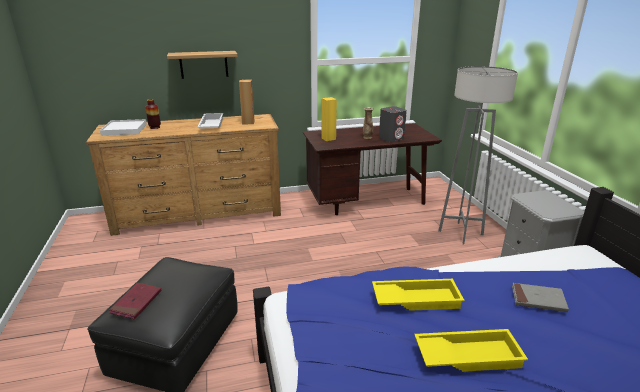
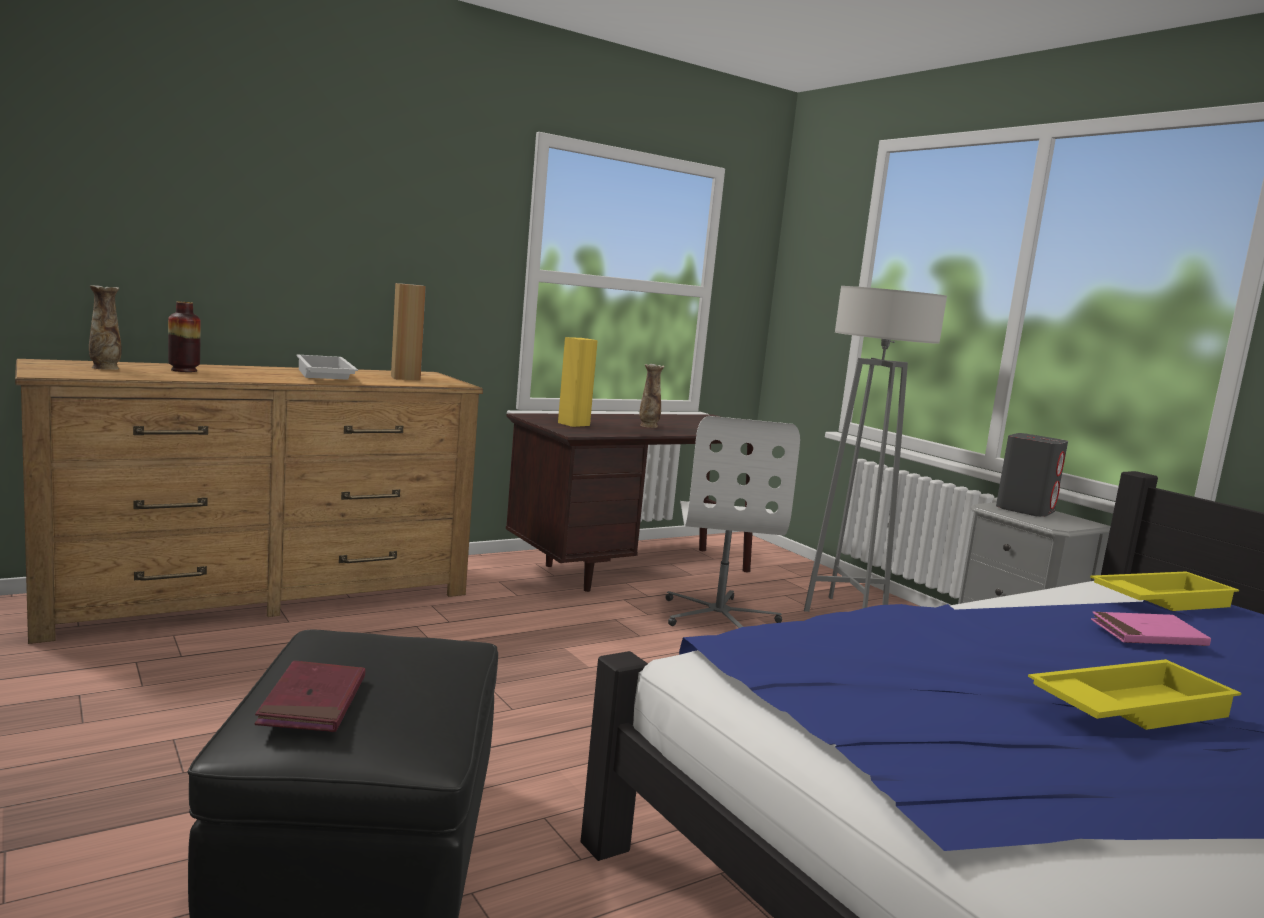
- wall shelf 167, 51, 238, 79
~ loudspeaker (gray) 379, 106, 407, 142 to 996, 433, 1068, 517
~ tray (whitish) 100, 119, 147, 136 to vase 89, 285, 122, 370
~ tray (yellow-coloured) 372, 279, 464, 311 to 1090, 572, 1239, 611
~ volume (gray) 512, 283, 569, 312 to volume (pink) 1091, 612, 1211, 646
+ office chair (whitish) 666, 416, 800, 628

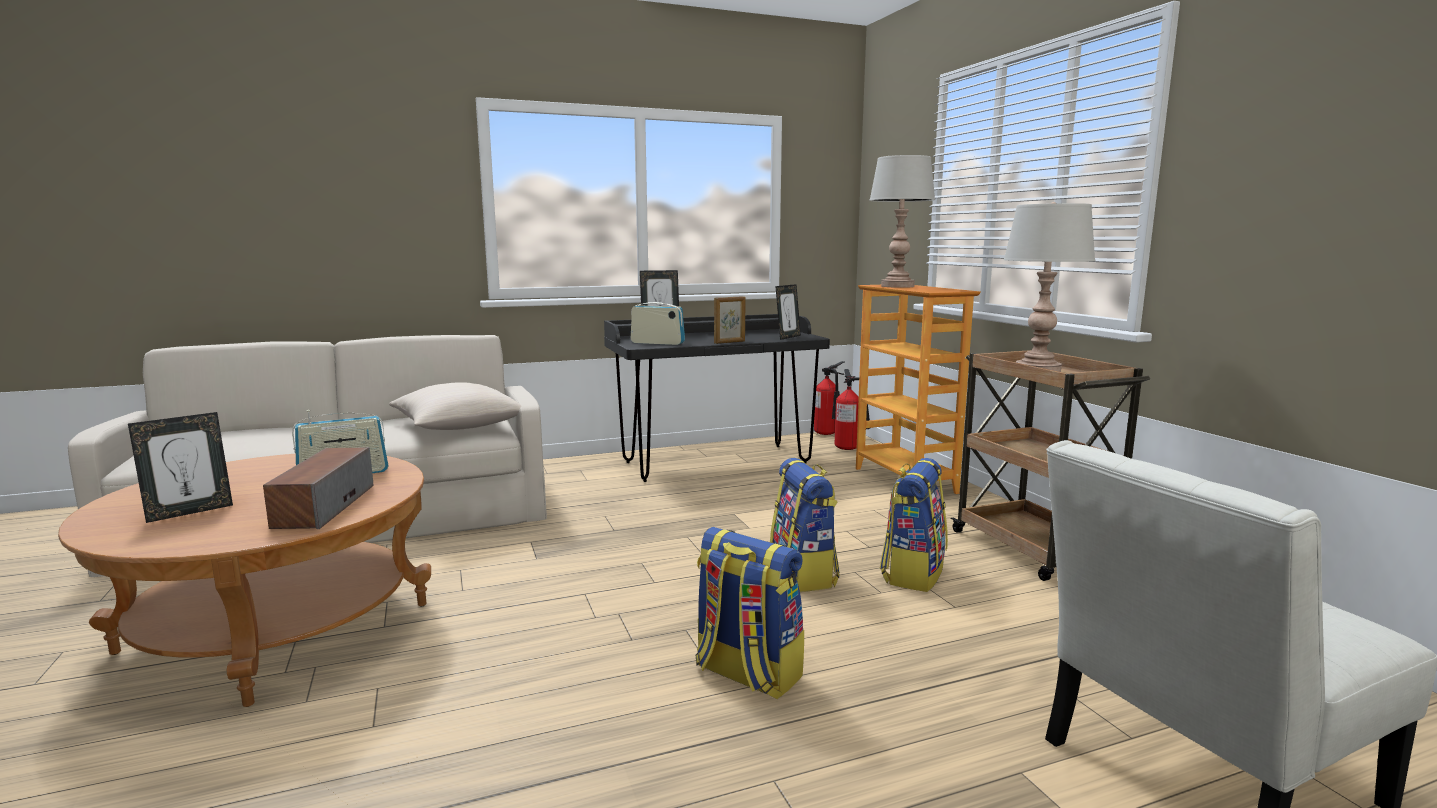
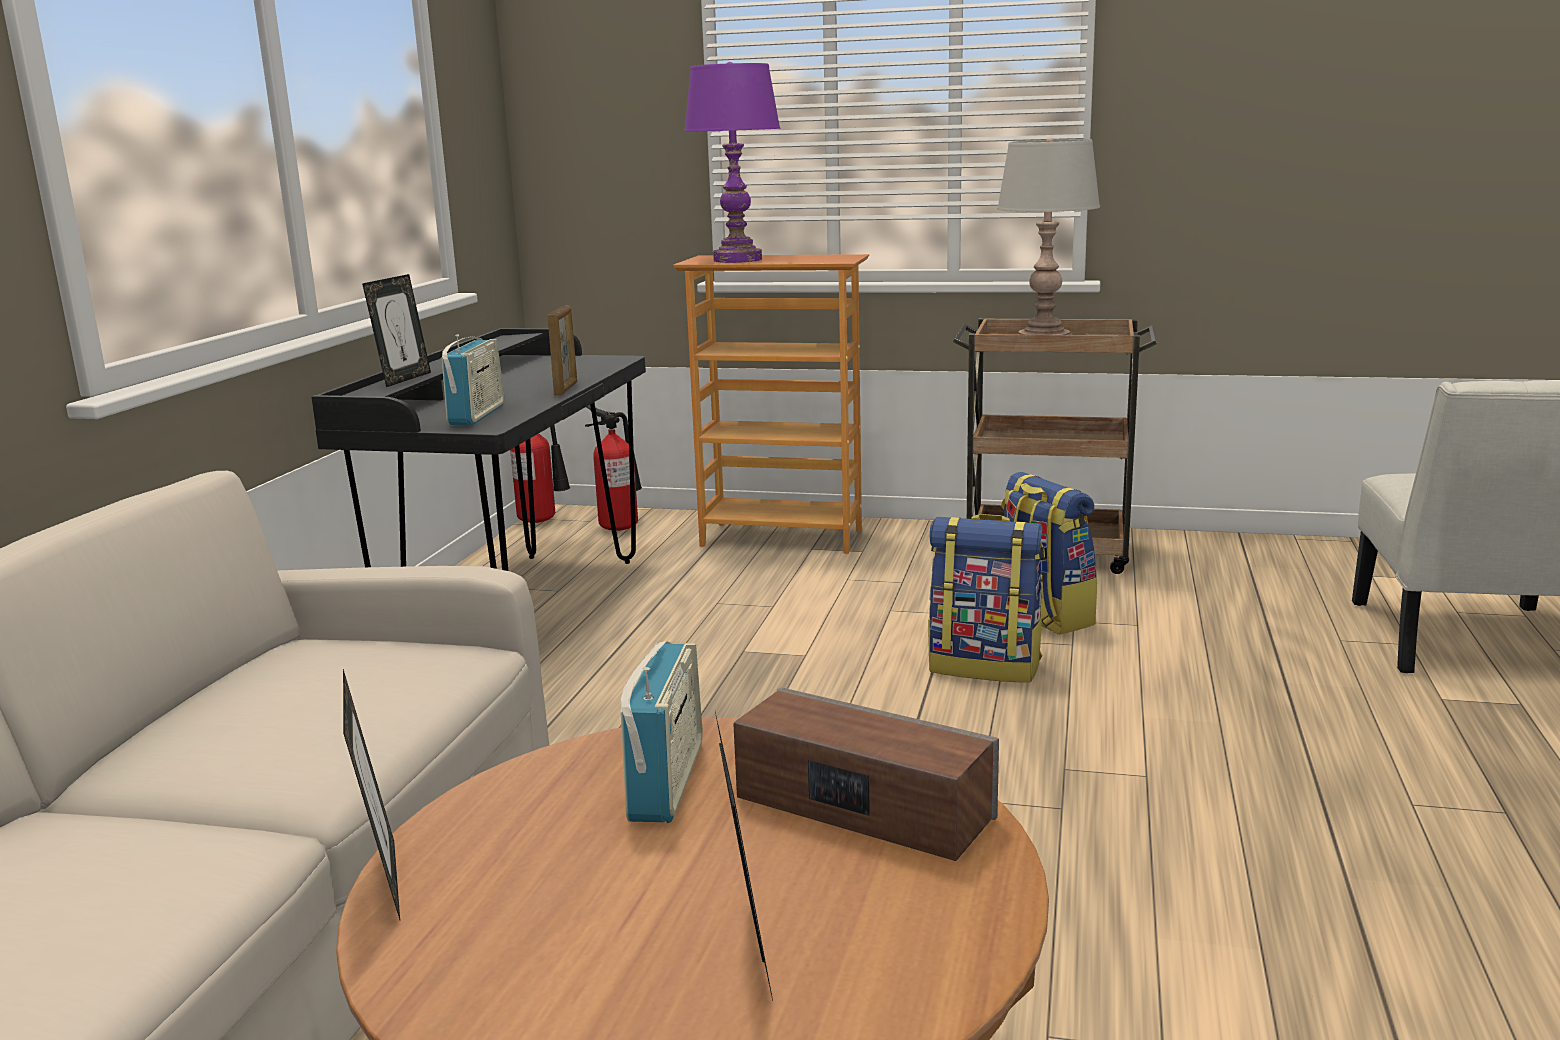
~ lamp for a table (gray) 869, 155, 935, 288 to lamp for a table (purplish) 684, 62, 780, 263
~ standing frame 775, 284, 801, 340 to 343, 669, 400, 920
~ radio 631, 298, 685, 345 = 442, 334, 504, 425 135 degrees clockwise
- cushion (beige) 389, 382, 521, 430
- knapsack 695, 527, 804, 700

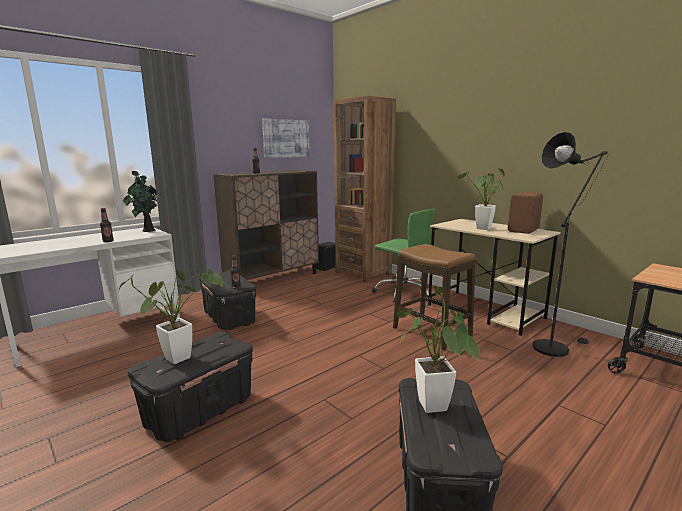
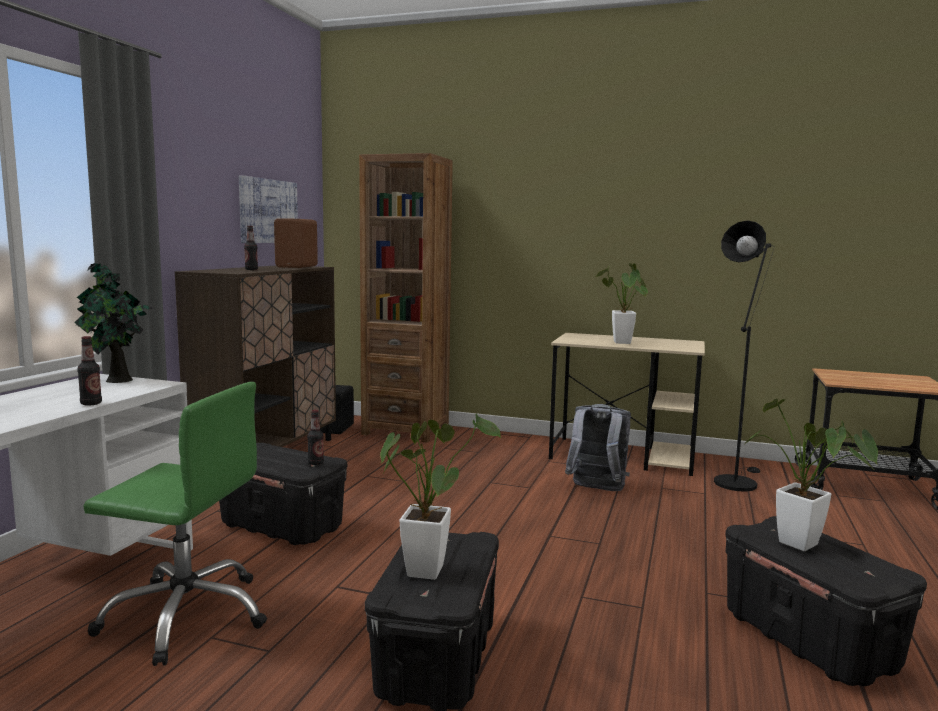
~ loudspeaker (brownish) 508, 192, 543, 234 to 274, 218, 318, 268
~ office chair (greenish) 372, 208, 435, 303 to 83, 382, 267, 666
~ stool seat 393, 244, 475, 350 to knapsack (gray) 565, 404, 631, 491

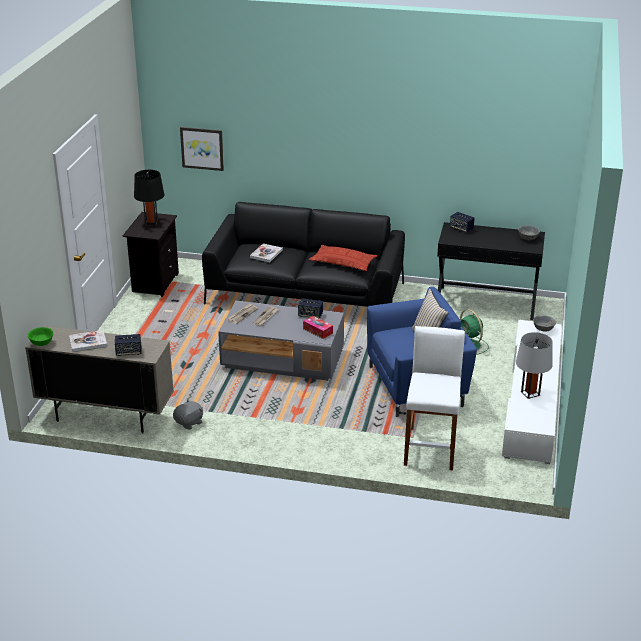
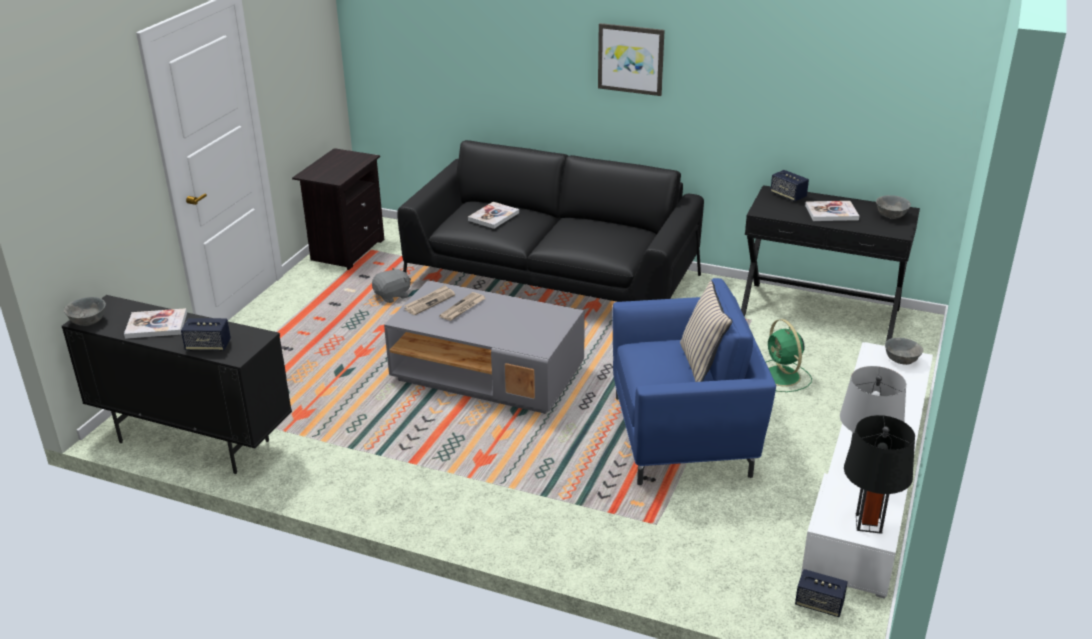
~ picture 180, 127, 224, 171 to 598, 23, 665, 96
~ lamp for a table (blackish) 134, 170, 164, 226 to 844, 415, 915, 534
- cushion 309, 245, 377, 271
~ loudspeaker 298, 298, 323, 319 to 795, 569, 848, 617
- box of tissues 303, 316, 333, 339
~ cupboard (beige) 25, 325, 174, 434 to cupboard (blackish) 62, 295, 292, 474
- stool seat (whitish) 404, 326, 465, 470
~ deep dish (greenish) 28, 327, 54, 346 to deep dish (gray) 64, 297, 106, 326
~ plush toy (gray) 173, 399, 203, 430 to 372, 267, 411, 303
+ volume 805, 201, 859, 221

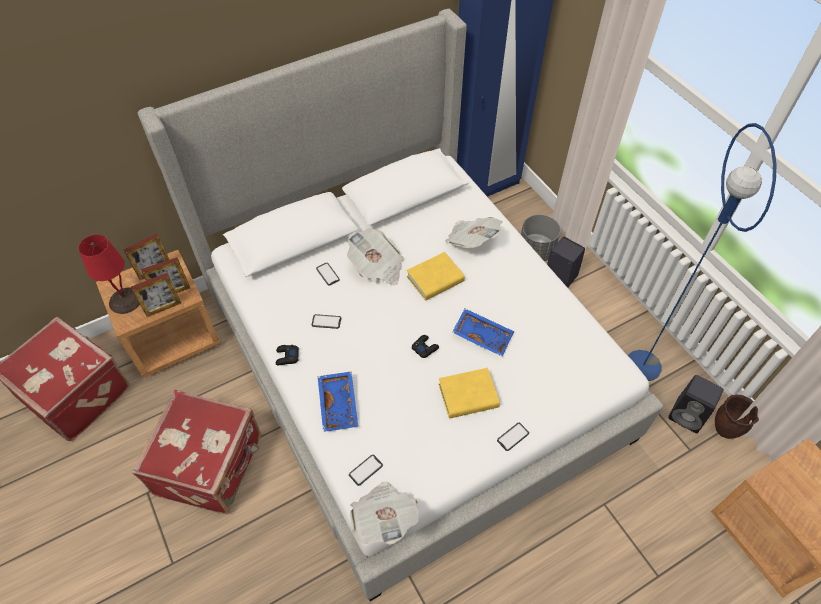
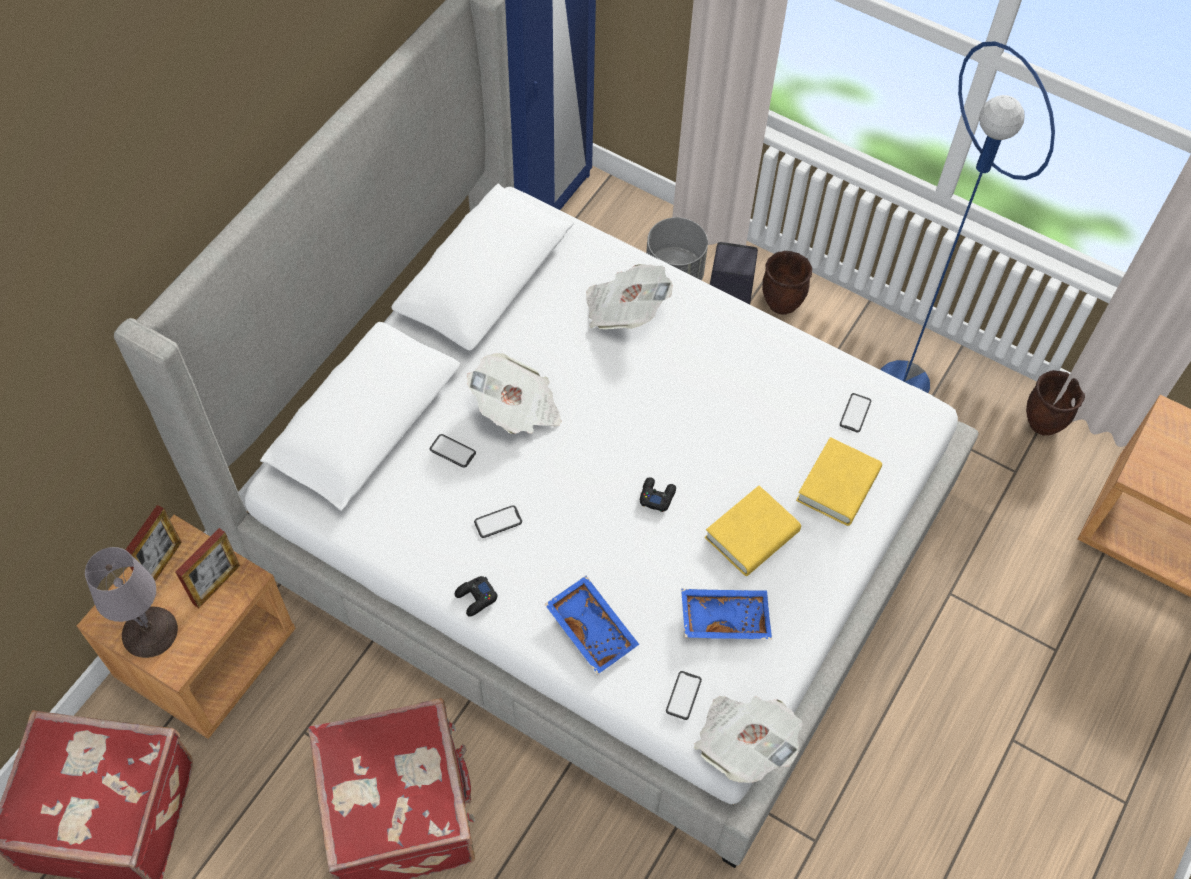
~ lamp for a table (red-coloured) 78, 234, 140, 314 to lamp for a table (gray) 85, 547, 178, 658
~ volume (yellow-coloured) 407, 252, 465, 301 to 796, 437, 882, 526
- standing frame 131, 273, 181, 317
~ tray (bluish) 452, 308, 514, 356 to 681, 589, 772, 639
- loudspeaker (blackish) 668, 375, 724, 433
~ telephone 497, 423, 529, 451 to 840, 393, 871, 432
+ plant pot (brownish) 762, 251, 812, 315

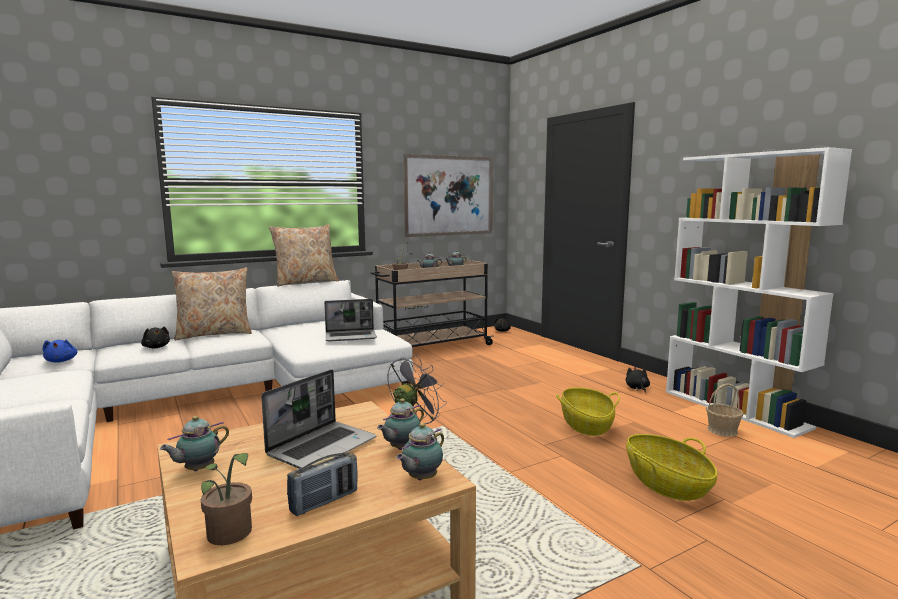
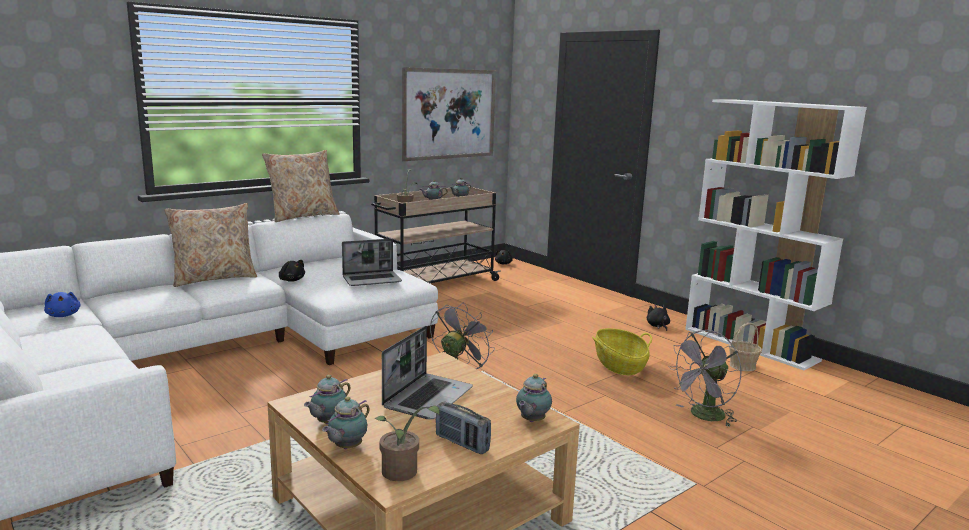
~ plush toy (blackish) 141, 327, 170, 348 to 279, 260, 305, 282
~ pot for tea 377, 398, 424, 450 to 322, 396, 370, 449
~ household basket 626, 434, 717, 501 to electric fan (gray) 668, 330, 742, 427
~ radio 287, 452, 358, 516 = 436, 401, 491, 454 90 degrees clockwise

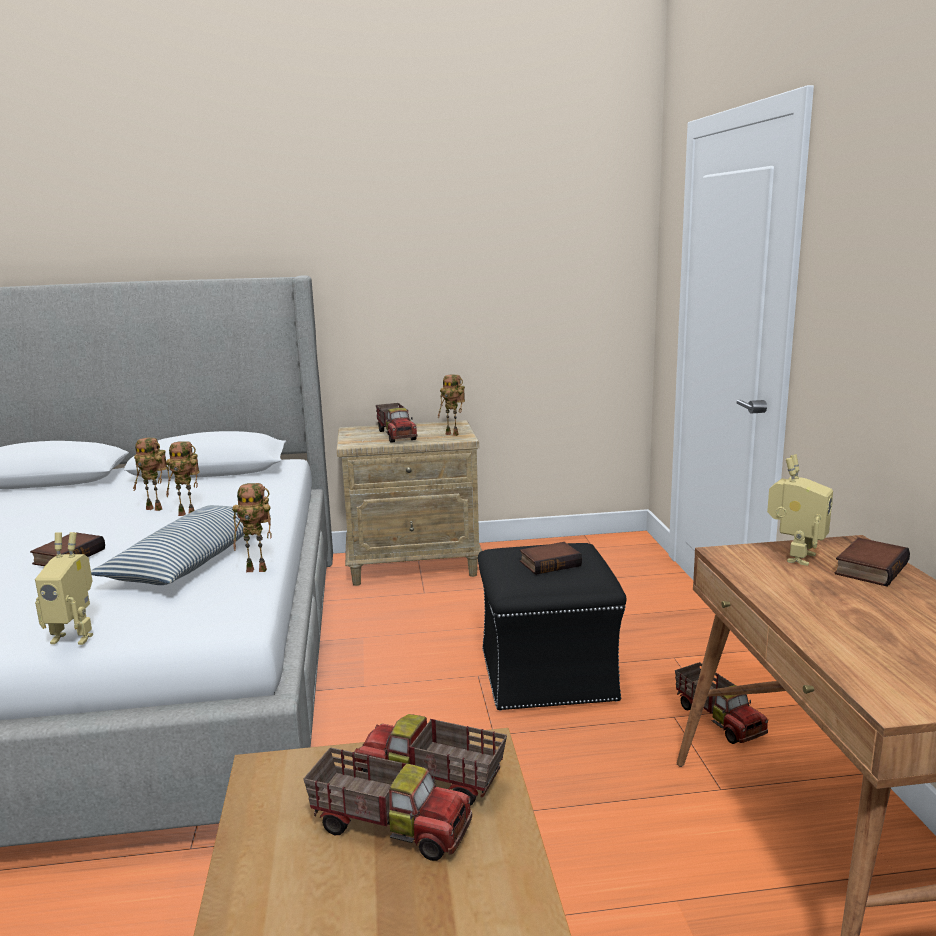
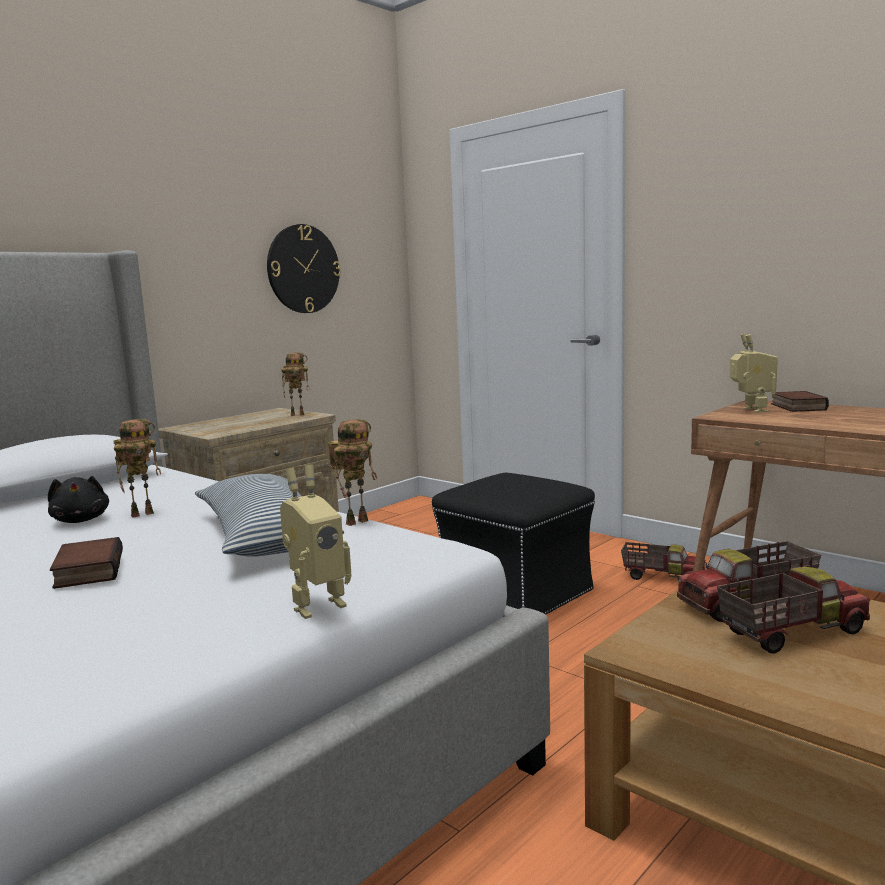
- toy truck 376, 403, 417, 443
~ toy robot 133, 438, 168, 511 to plush toy (blackish) 48, 476, 109, 523
- volume 520, 542, 582, 575
+ clock on the wall 267, 224, 341, 313

